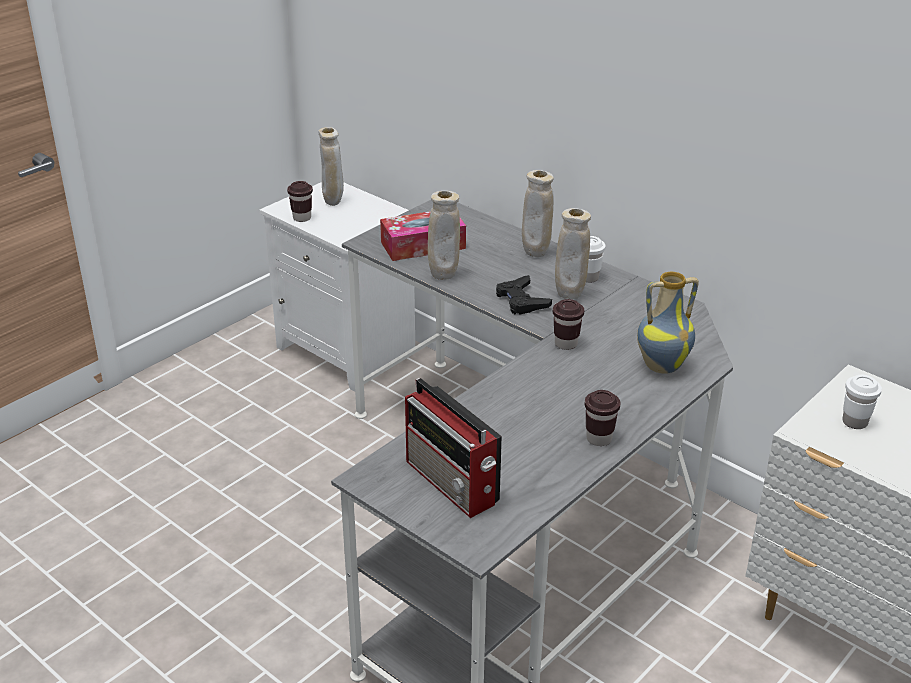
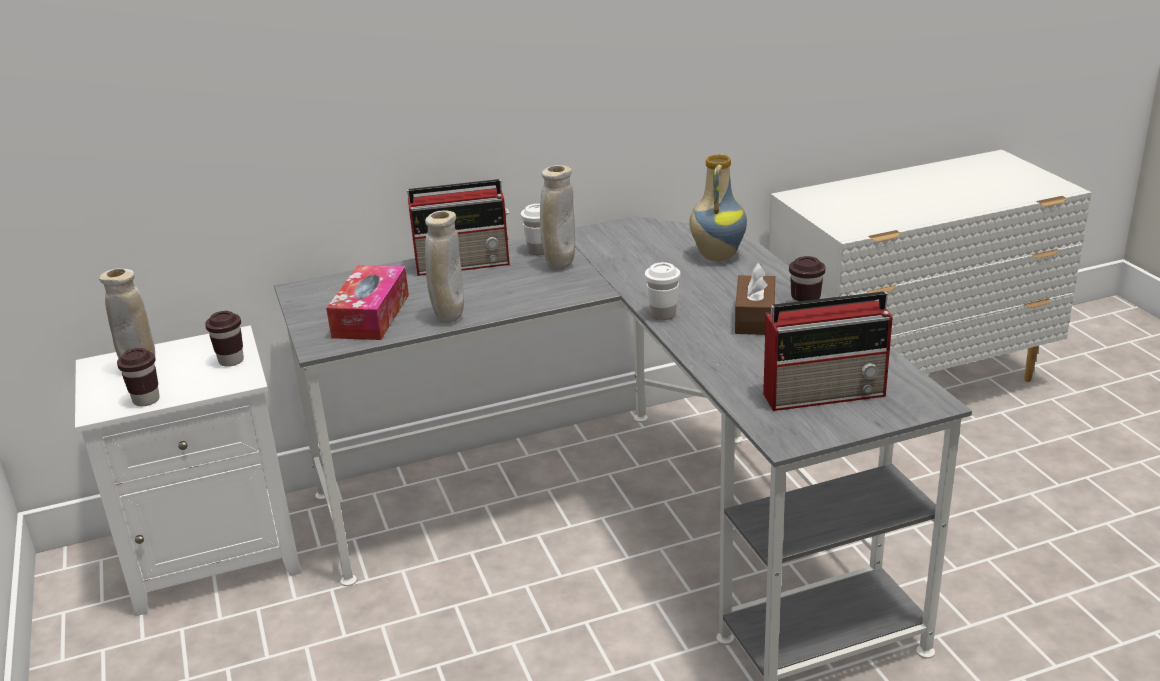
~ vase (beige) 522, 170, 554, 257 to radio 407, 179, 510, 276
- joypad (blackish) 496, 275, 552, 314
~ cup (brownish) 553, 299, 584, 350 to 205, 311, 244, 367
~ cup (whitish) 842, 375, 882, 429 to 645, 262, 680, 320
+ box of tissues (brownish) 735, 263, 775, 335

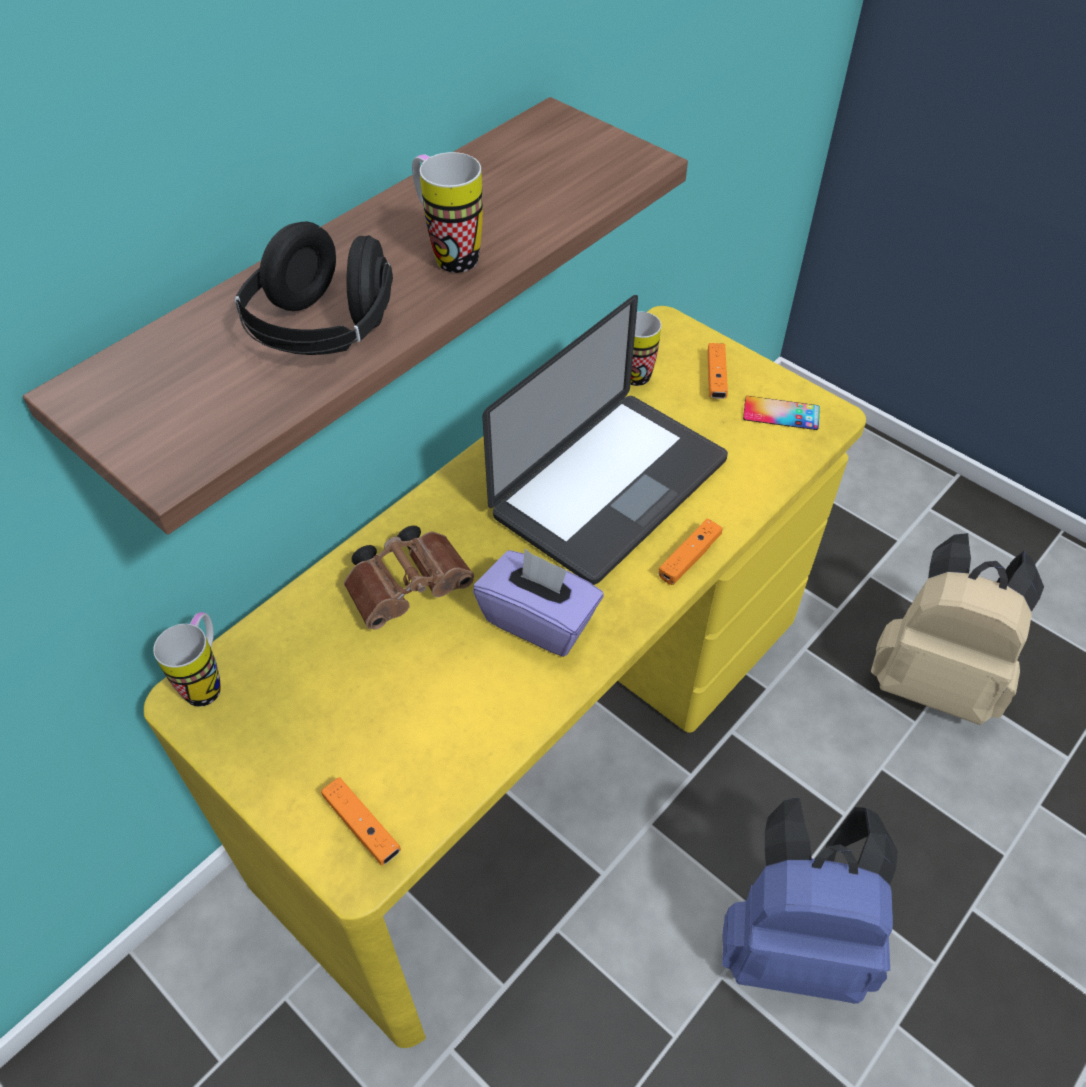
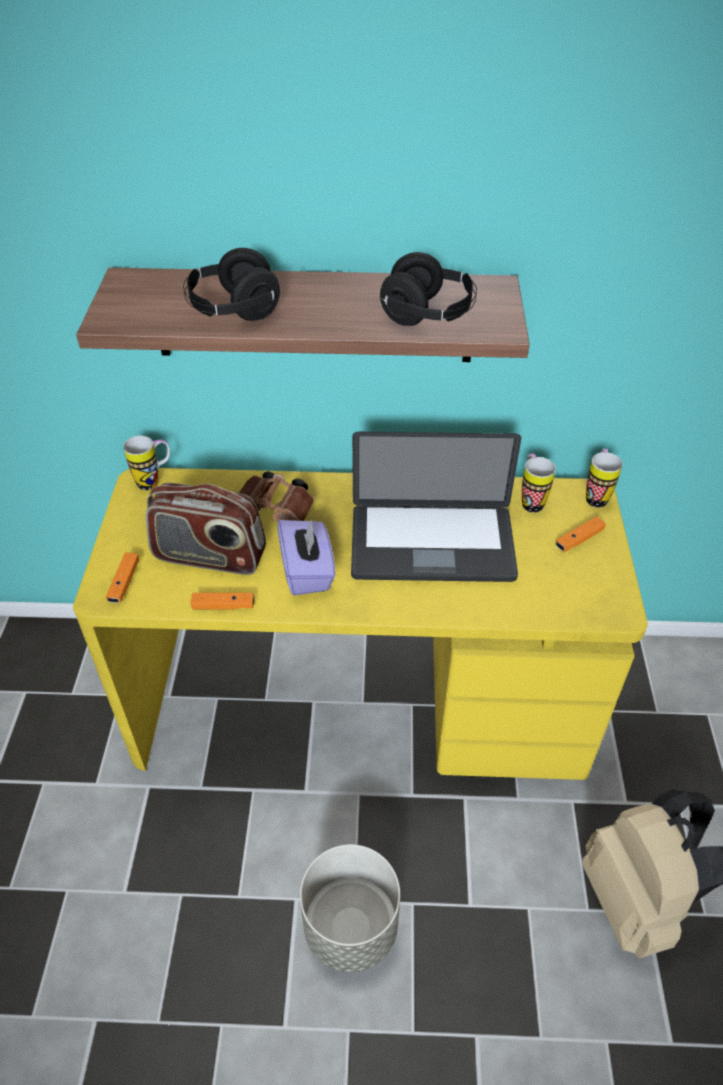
~ coffee mug 412, 152, 483, 273 to 586, 449, 623, 508
- telephone 743, 396, 820, 430
~ joypad (orange-coloured) 658, 519, 722, 585 to 190, 593, 254, 610
~ knapsack (bluish) 722, 798, 898, 1004 to plant pot (gray) 300, 844, 400, 973
+ headphones (blackish) 380, 252, 477, 326
+ radio 145, 483, 266, 575

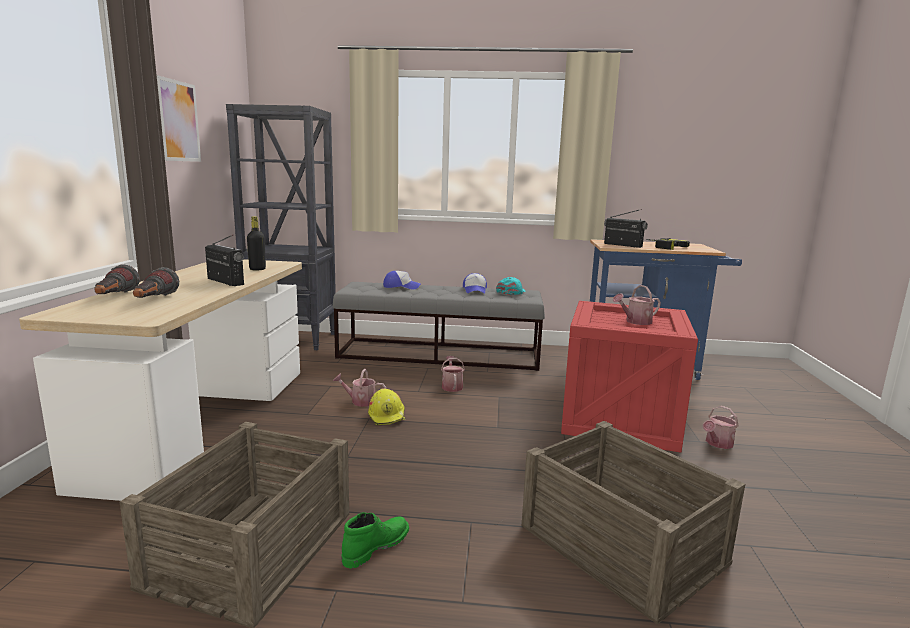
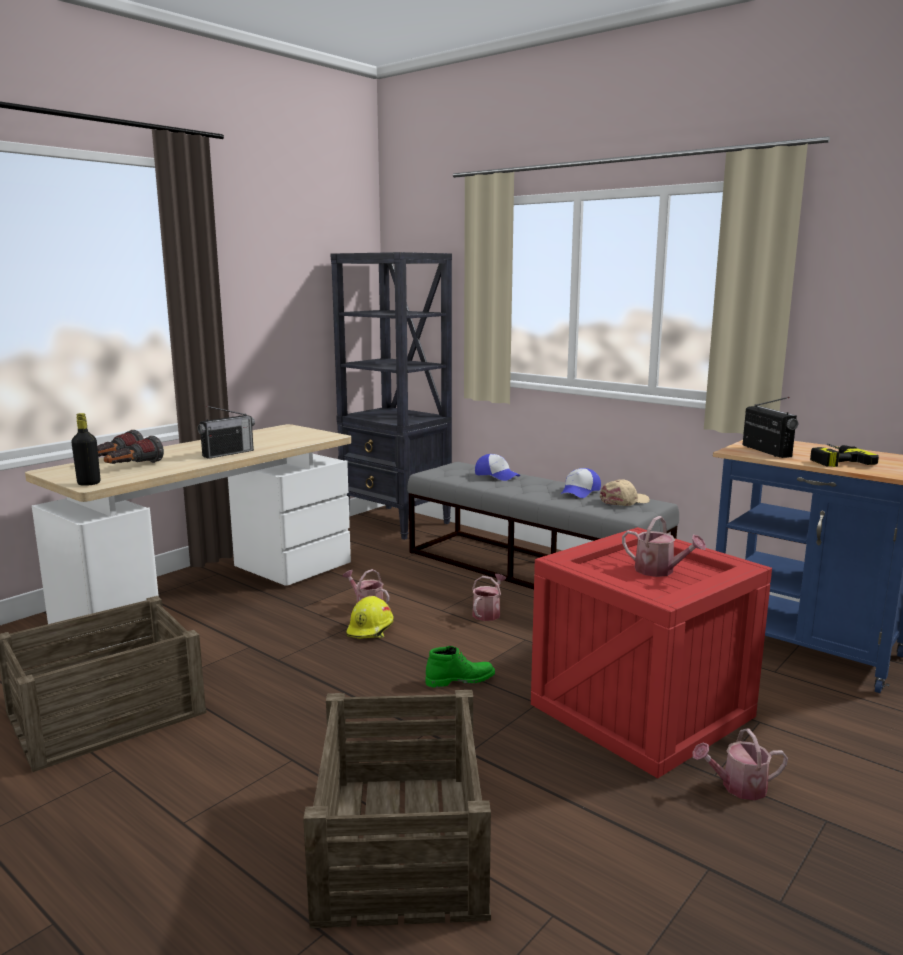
- picture 157, 75, 201, 162
~ drink bottle (blackish) 247, 216, 266, 271 to 71, 413, 100, 486
~ radio 205, 235, 244, 286 = 198, 406, 255, 459 60 degrees clockwise
~ peaked cap (turquoise) 496, 277, 526, 295 to peaked cap (beige) 600, 479, 650, 506
~ sprinkling can 613, 285, 661, 325 = 622, 516, 706, 577 150 degrees counterclockwise
~ high-top boot (greenish) 342, 512, 409, 568 to 426, 646, 495, 688

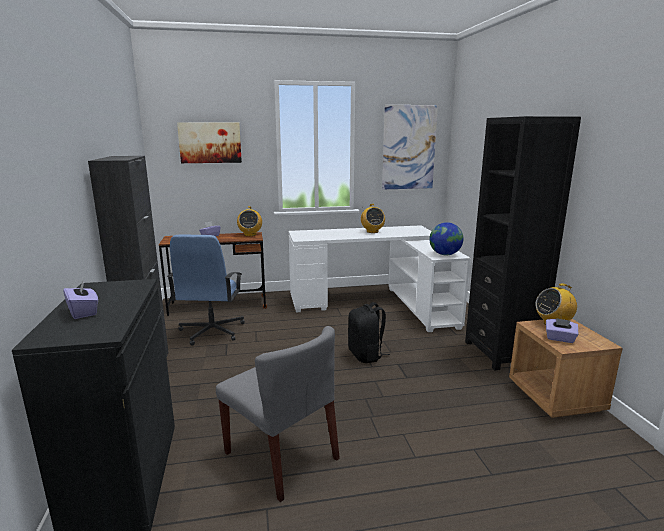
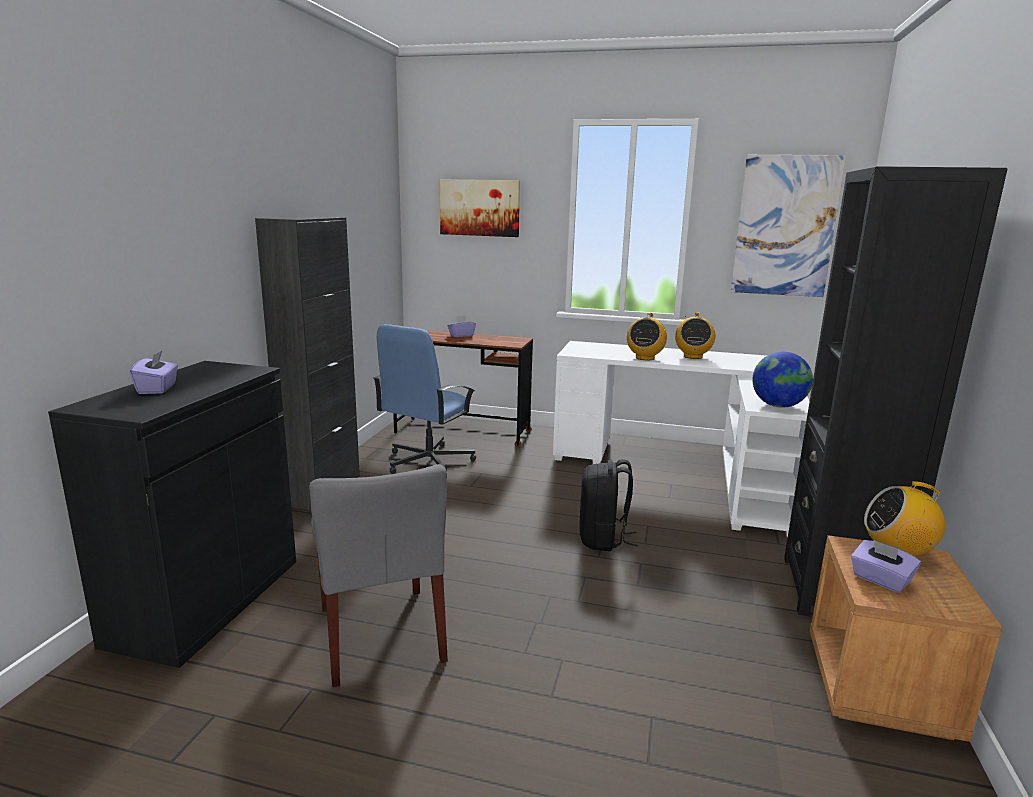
~ radio 237, 206, 262, 236 to 627, 313, 667, 360

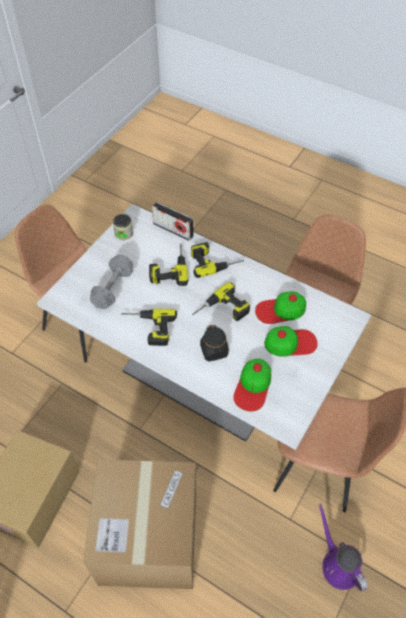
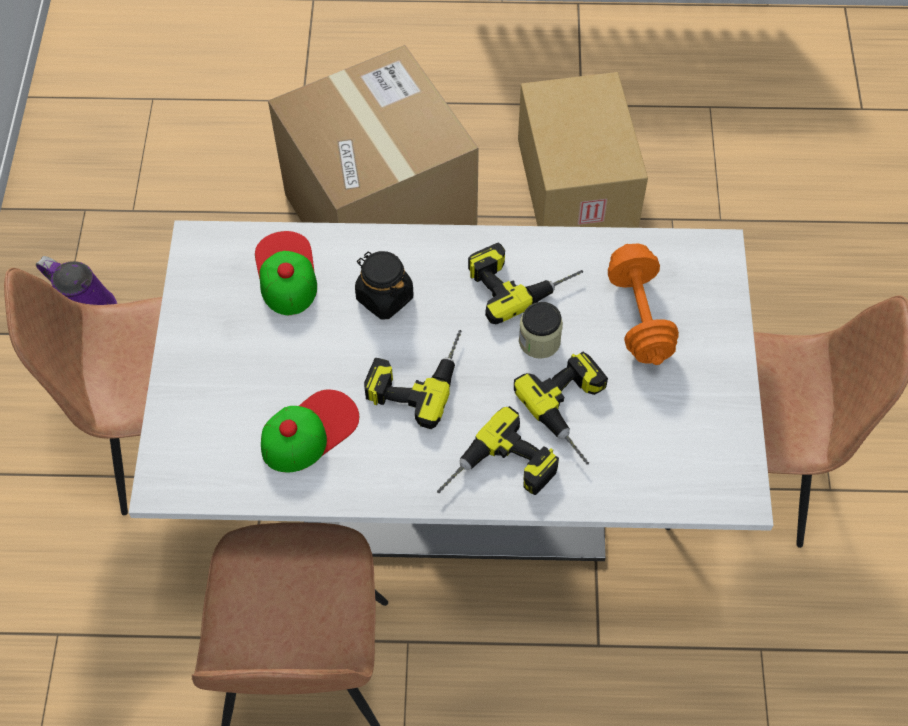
- radio 152, 202, 194, 241
~ storage jar 113, 214, 133, 240 to 519, 302, 563, 359
~ hand weight (gray) 90, 254, 133, 309 to hand weight (orange-coloured) 608, 244, 679, 365
- peaked cap 264, 326, 318, 357

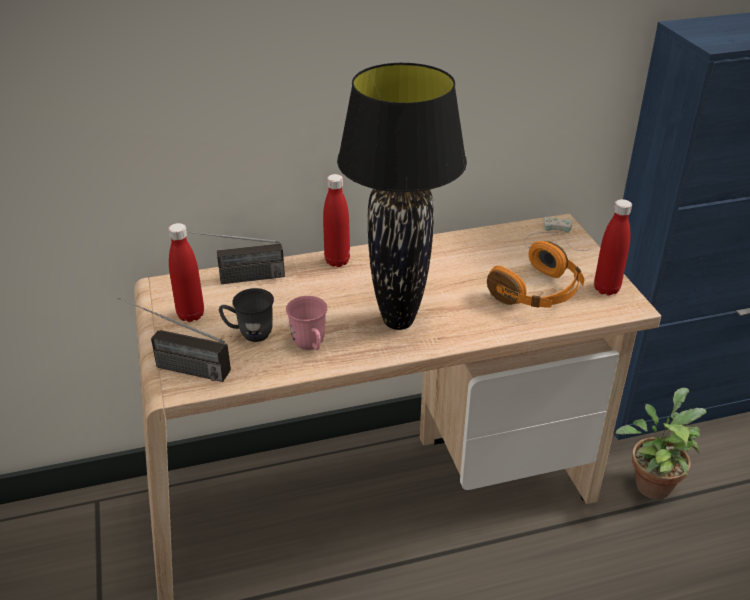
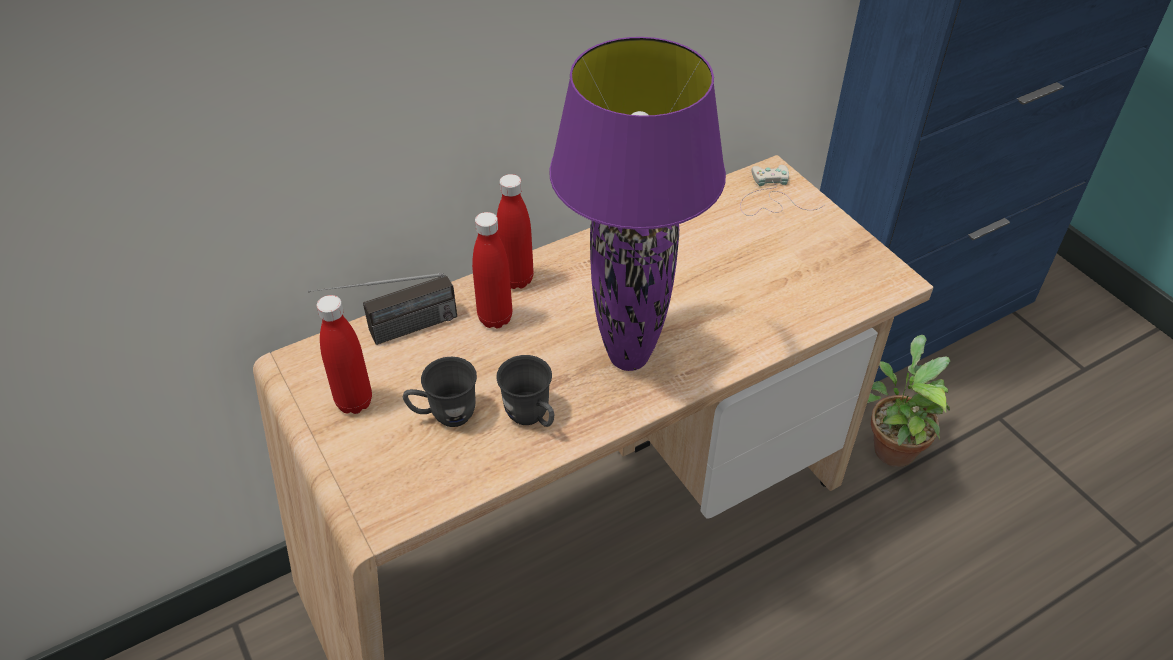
~ lamp for a table (blackish) 337, 63, 467, 330 to lamp for a table (purplish) 549, 37, 726, 371
~ drink bottle (red-coloured) 594, 199, 632, 295 to 472, 212, 512, 329
- headphones (orange-coloured) 487, 241, 585, 308
~ coffee mug (pink) 286, 296, 327, 350 to coffee mug (gray) 496, 355, 554, 427
- radio 118, 297, 231, 382

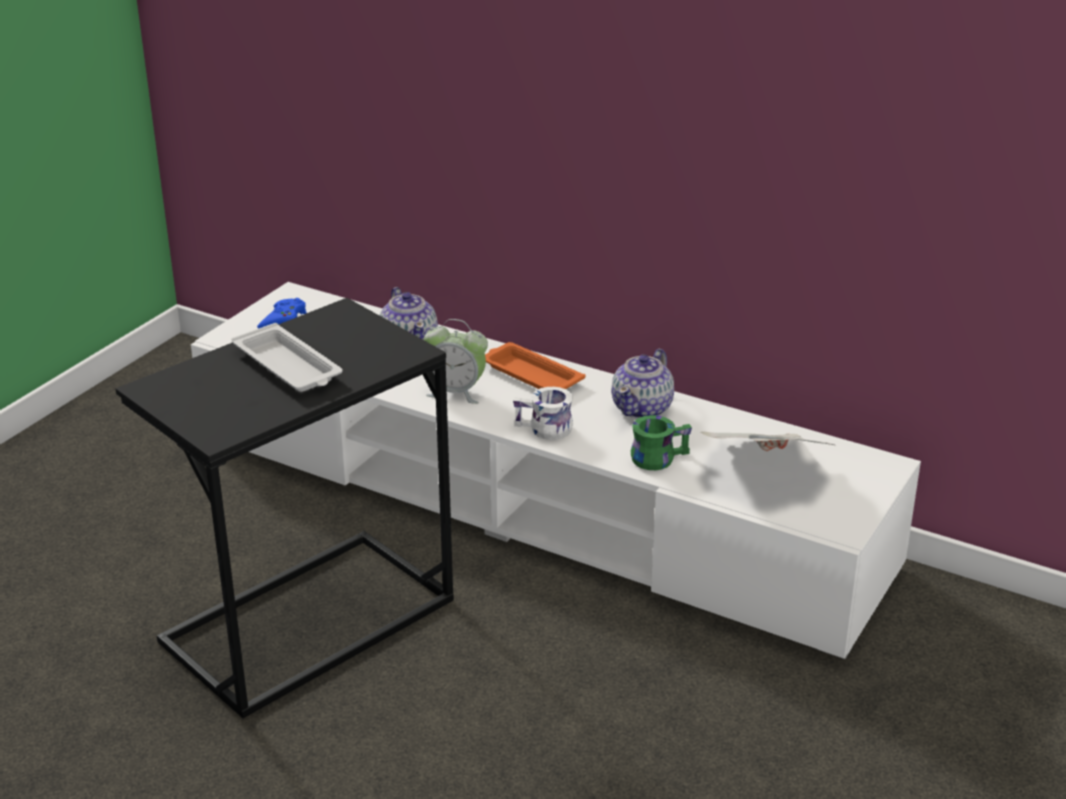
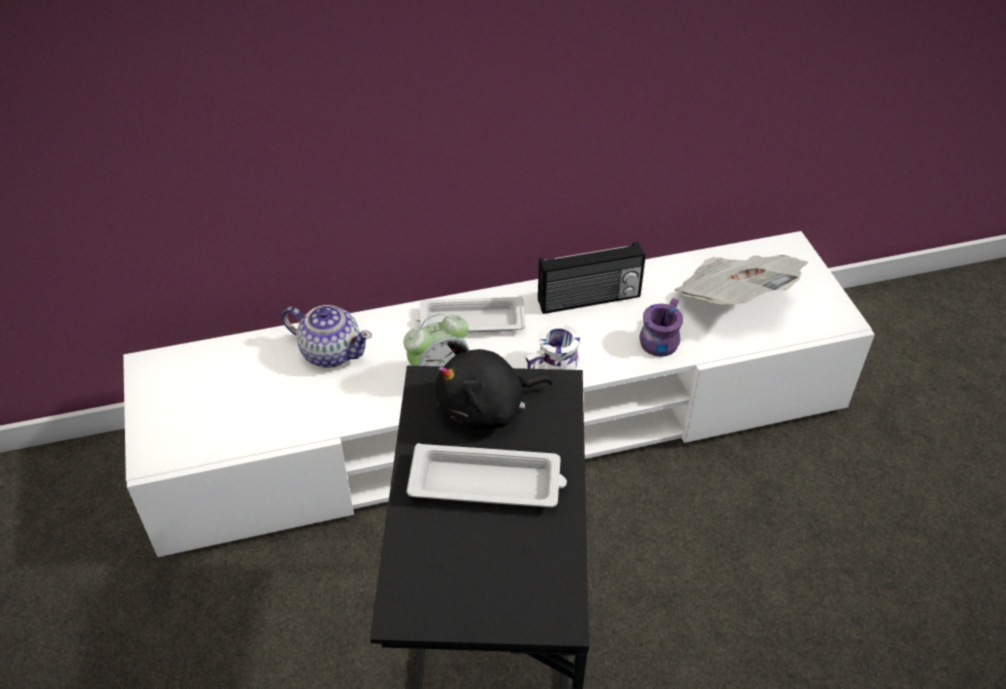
- joypad (bluish) 257, 298, 307, 328
~ tray (orange-coloured) 485, 342, 585, 389 to tray (whitish) 415, 296, 526, 333
~ pot for tea 612, 349, 674, 419 to radio 538, 242, 646, 314
~ coffee mug (greenish) 631, 415, 692, 470 to coffee mug (purplish) 639, 298, 683, 357
+ plush toy (blackish) 435, 341, 553, 429

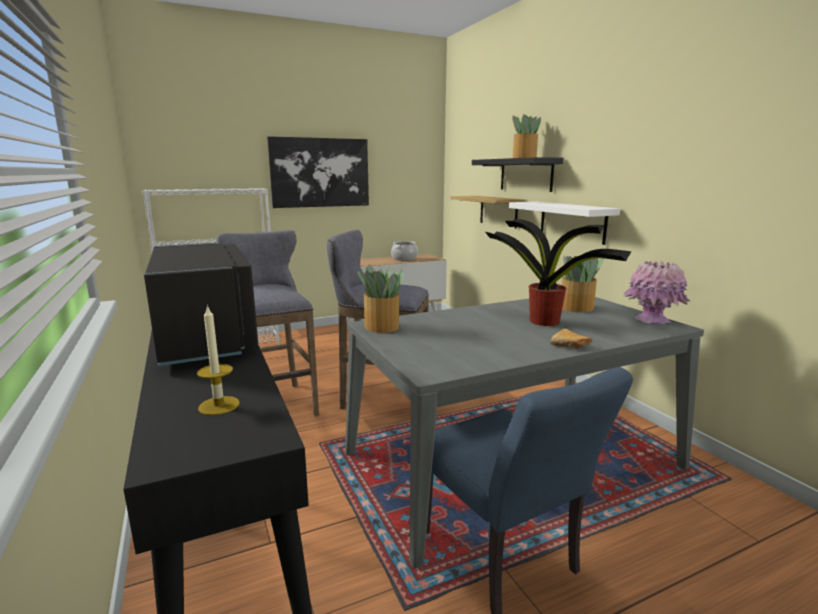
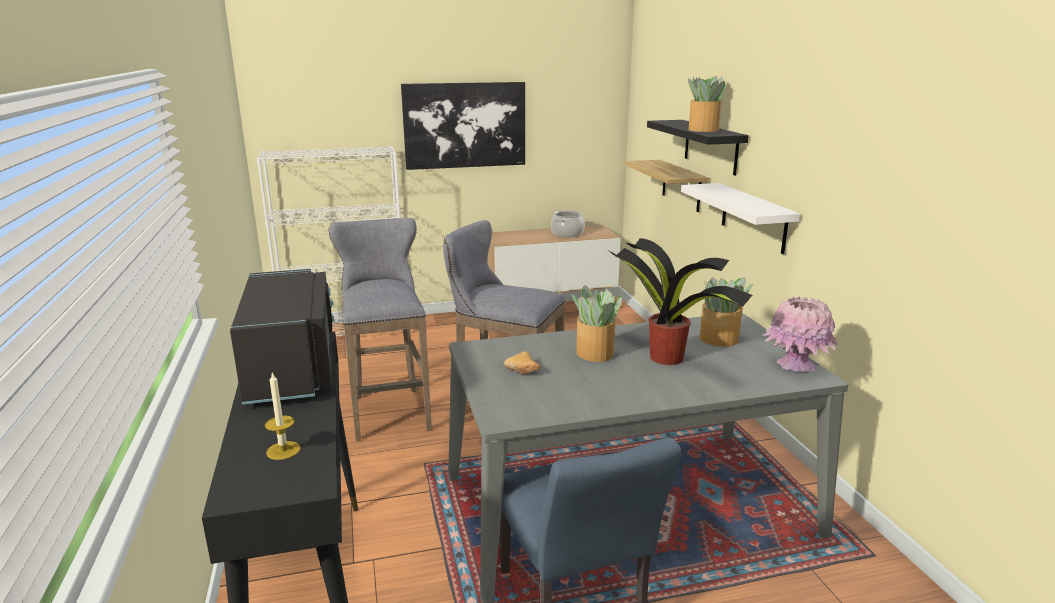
~ houseplant 357, 264, 404, 333 to 571, 285, 622, 362
~ baked bread 550, 329, 593, 349 to 504, 351, 541, 374

